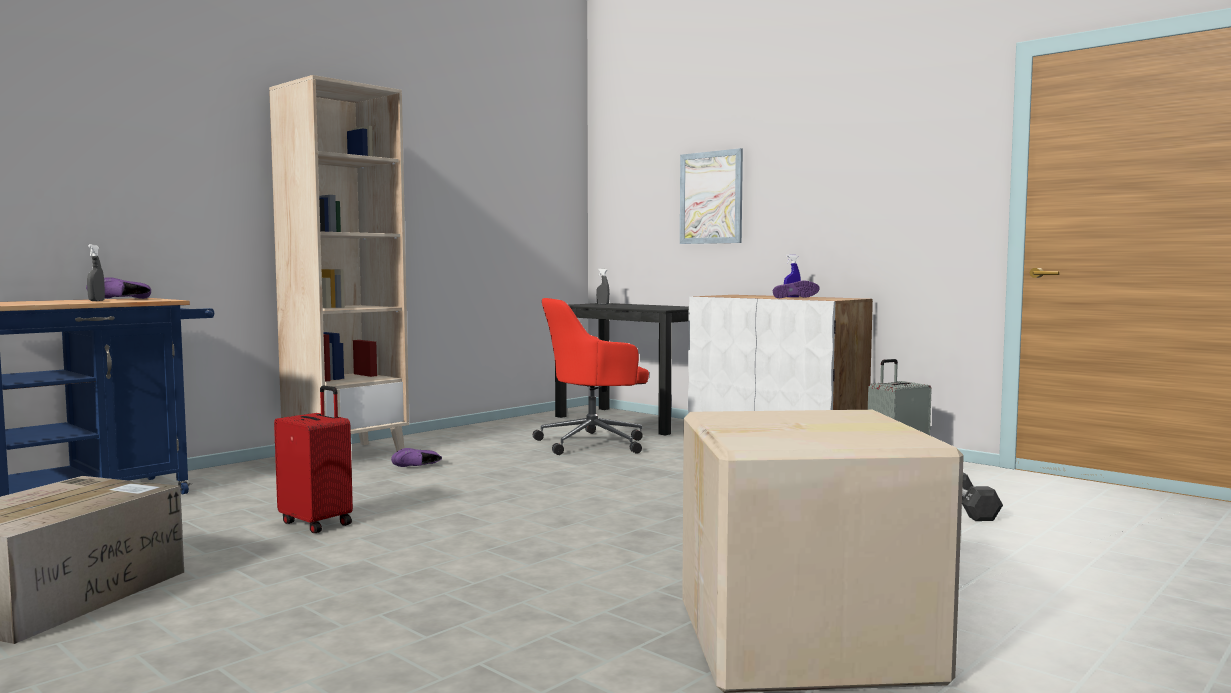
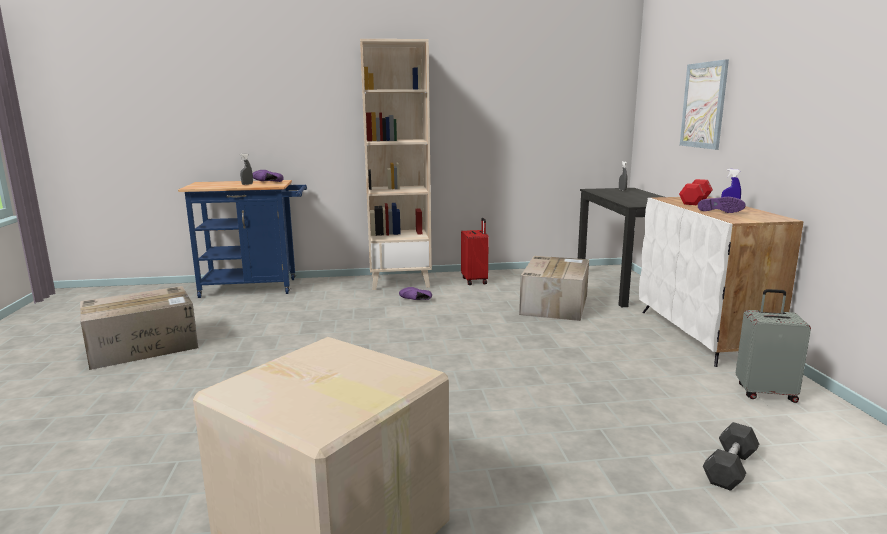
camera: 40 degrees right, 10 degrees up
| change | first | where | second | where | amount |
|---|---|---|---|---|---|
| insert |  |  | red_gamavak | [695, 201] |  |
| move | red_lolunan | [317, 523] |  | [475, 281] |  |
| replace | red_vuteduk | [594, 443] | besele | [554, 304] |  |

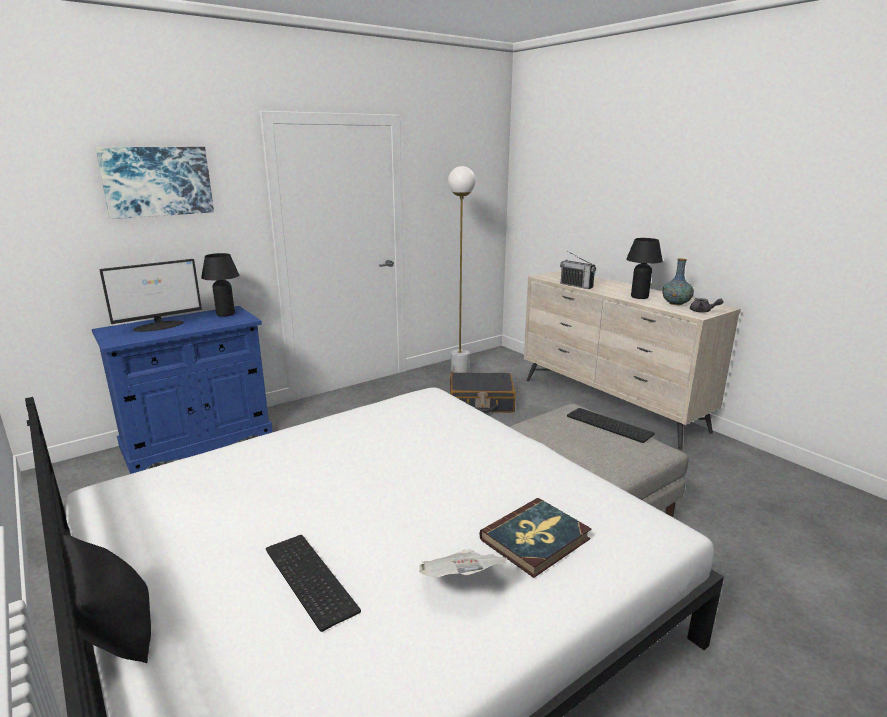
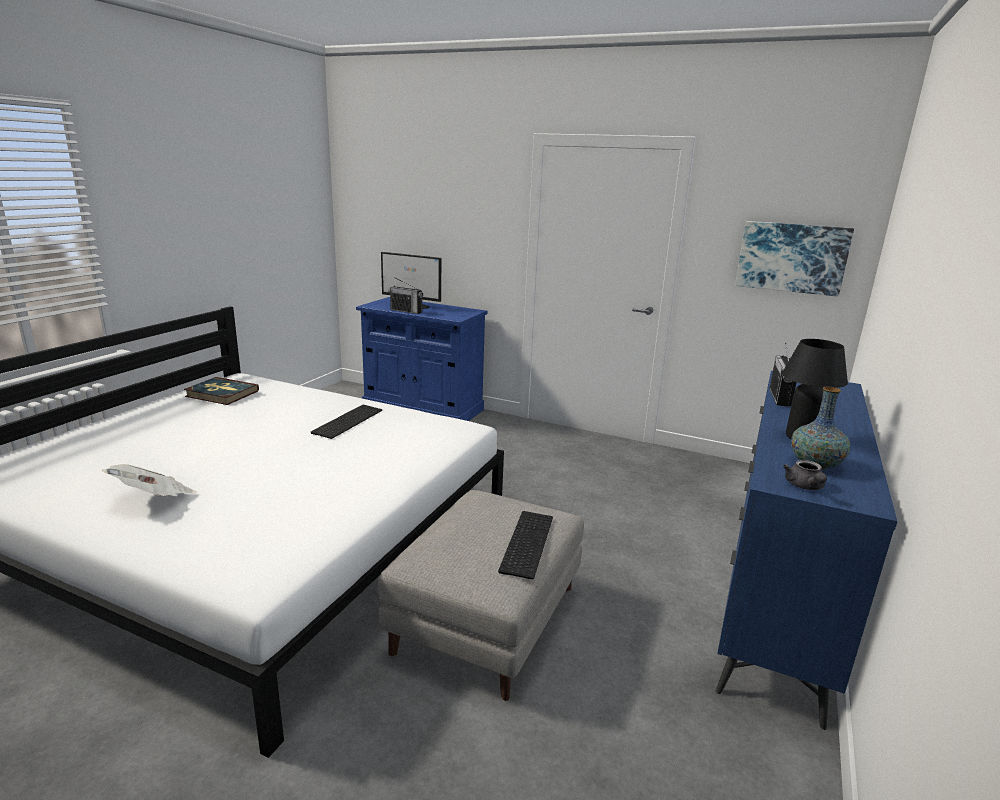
camera: 60 degrees right, 0 degrees up
| change | first | where | second | where | amount |
|---|---|---|---|---|---|
| delete | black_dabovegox | [117, 634] |  |  |  |
| delete | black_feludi | [225, 314] |  |  |  |
| delete | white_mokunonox | [459, 370] |  |  |  |
| delete | black_lolunan | [481, 402] |  |  |  |
| insert |  |  | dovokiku | [406, 311] |  |
| move | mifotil | [157, 181] |  | [791, 257] |  |
| move | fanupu | [307, 579] |  | [347, 420] |  |
| move | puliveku | [535, 539] |  | [222, 394] |  |
| recolor | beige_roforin | [610, 404] | blue_roforin | [775, 599] |  |

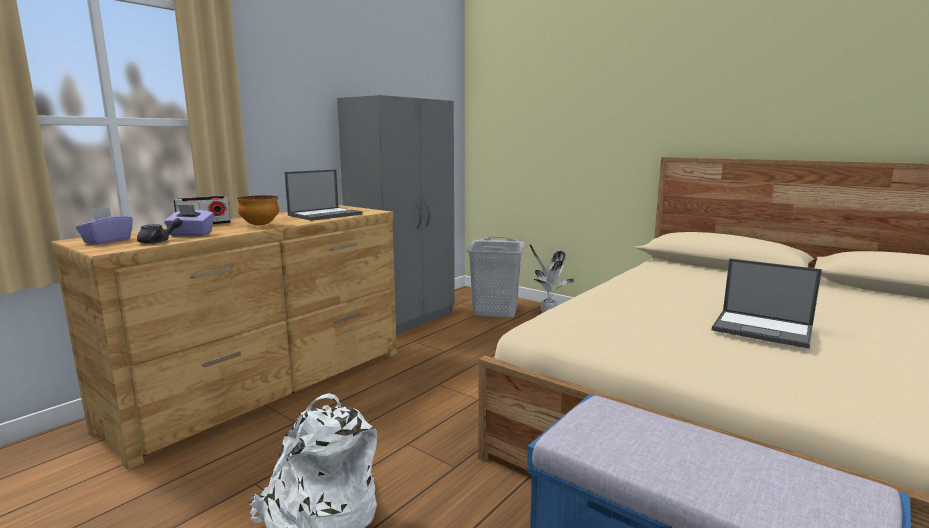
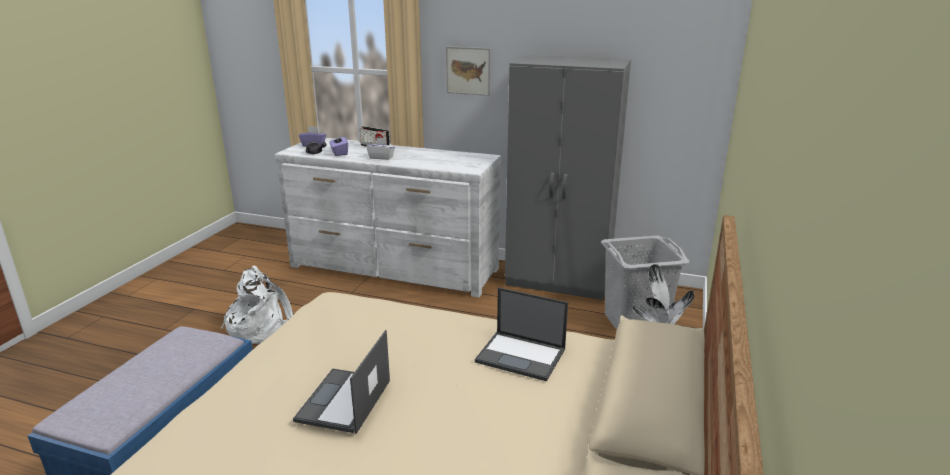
camera: 70 degrees right, 10 degrees up
| change | first | where | second | where | amount |
|---|---|---|---|---|---|
| insert |  |  | mifotil | [468, 70] |  |
| move | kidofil | [326, 214] |  | [522, 356] |  |
| replace | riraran | [260, 225] | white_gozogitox | [381, 157] |  |
| recolor | brown_roforin | [267, 386] | white_roforin | [393, 268] |  |

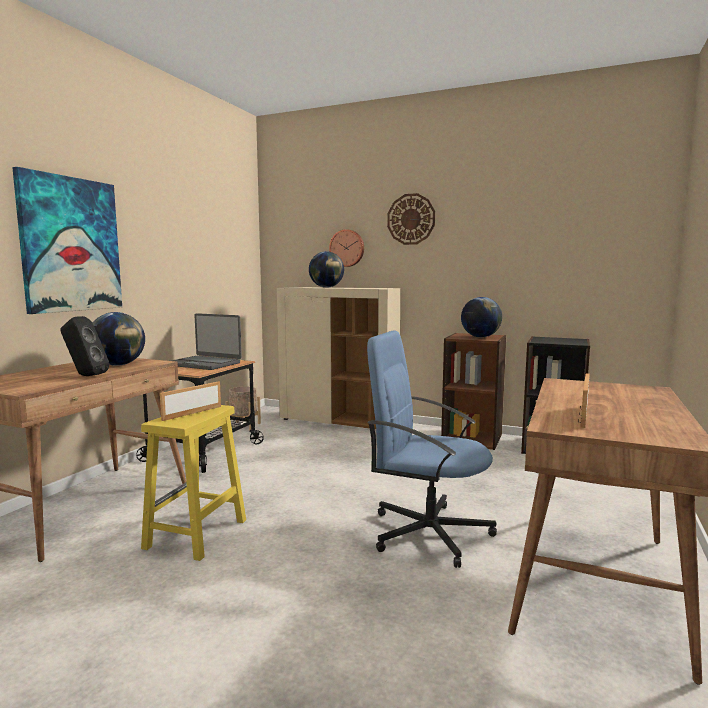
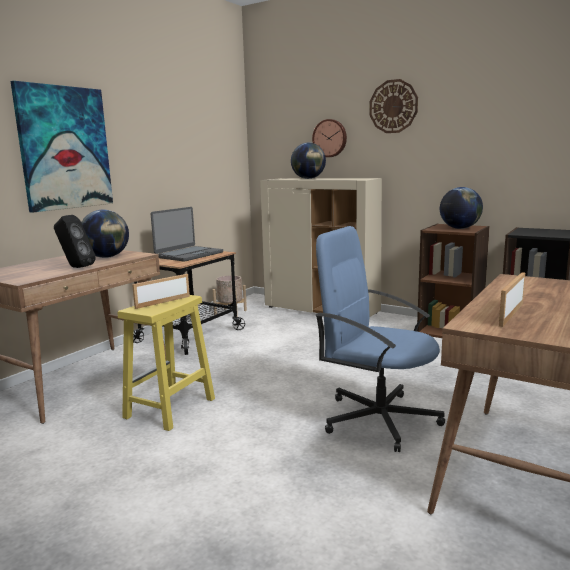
camera: 10 degrees right, 5 degrees up
| change | first | where | second | where | amount |
|---|---|---|---|---|---|
| rotate | kidofil | [204, 364] |  | [189, 255] | 90 degrees counterclockwise |

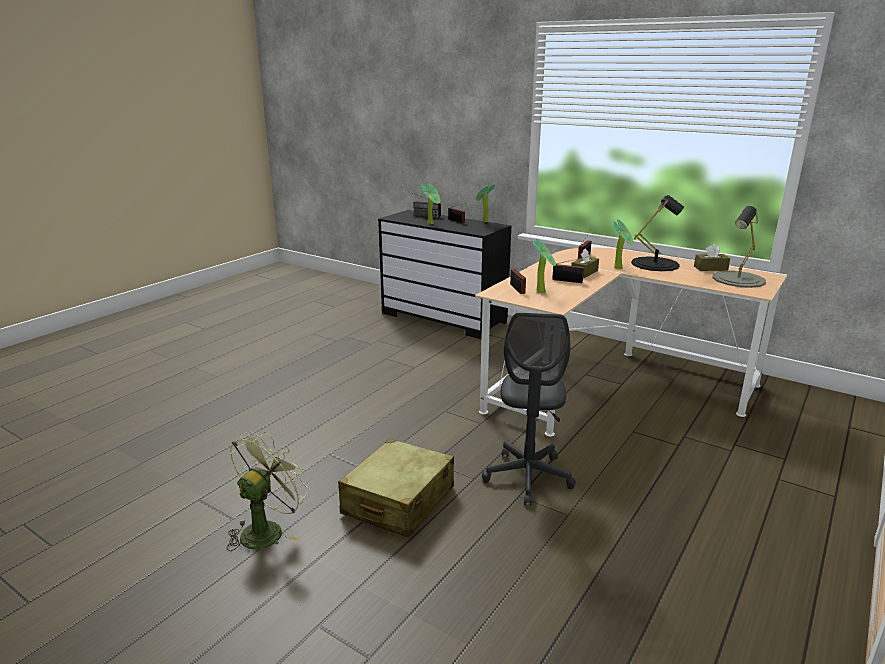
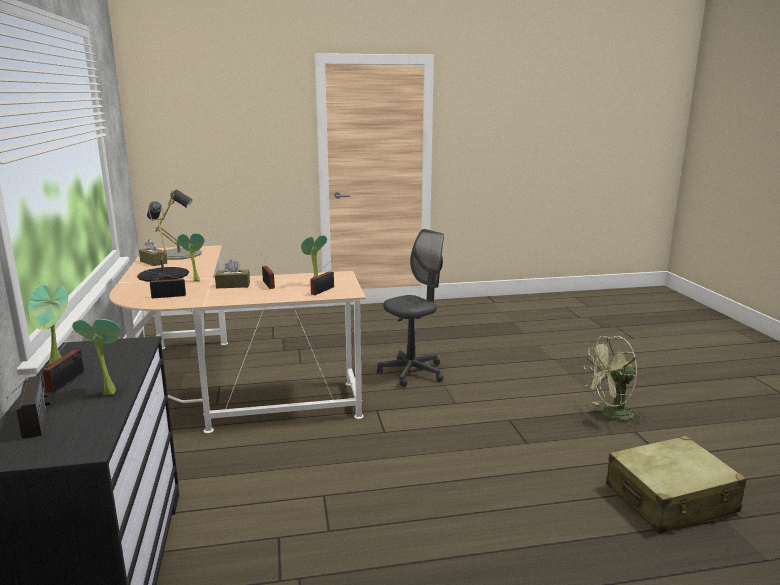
camera: 135 degrees left, 5 degrees down
| change | first | where | second | where | amount |
|---|---|---|---|---|---|
| move | beige_lolunan | [398, 501] |  | [670, 499] |  |

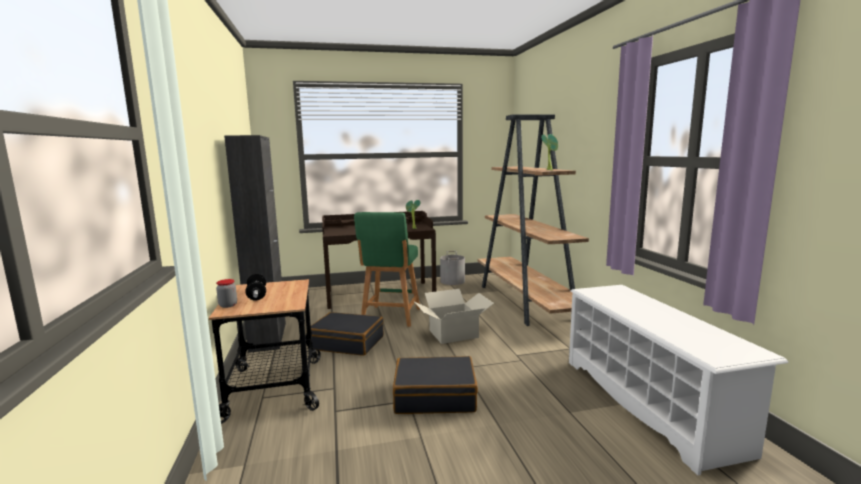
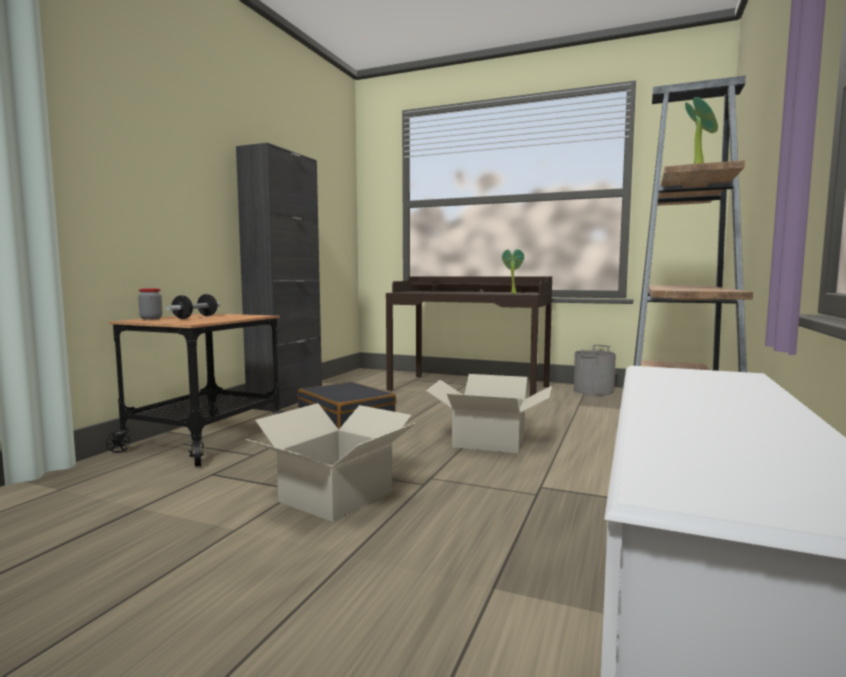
camera: 35 degrees right, 5 degrees down
| change | first | where | second | where | amount |
|---|---|---|---|---|---|
| delete | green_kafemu | [390, 317] |  |  |  |
| replace | black_lolunan | [435, 396] | besele | [335, 495] |  |

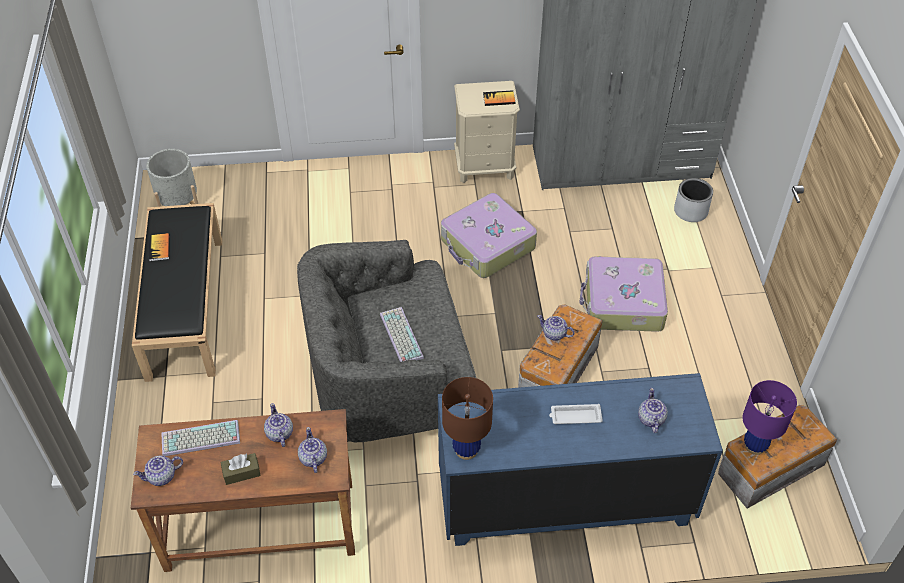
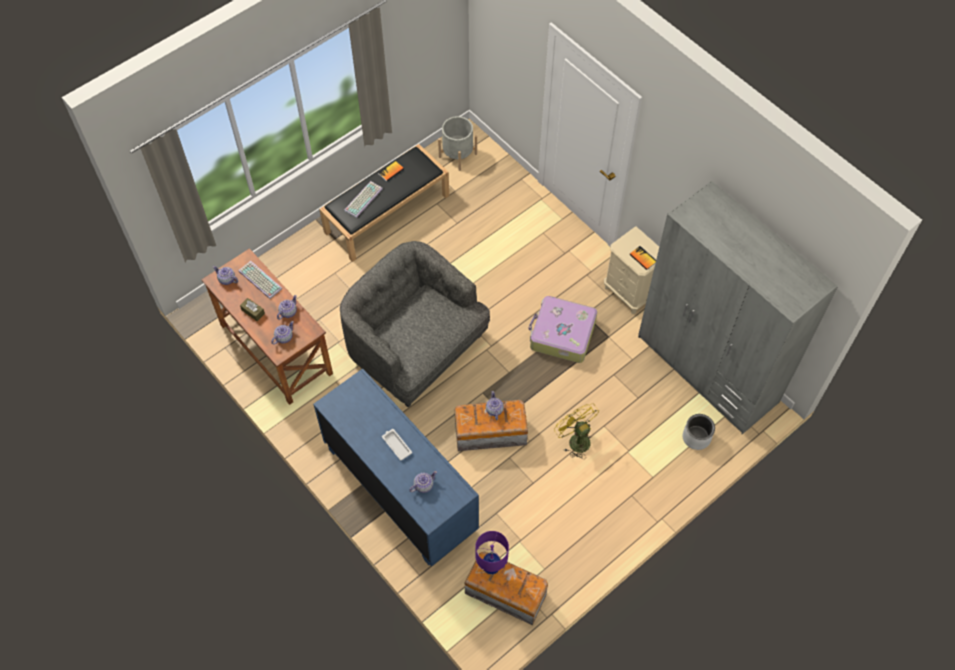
camera: 55 degrees right, 10 degrees up
| change | first | where | second | where | amount |
|---|---|---|---|---|---|
| delete | brown_feludi | [466, 449] |  |  |  |
| move | fanupu | [400, 335] |  | [363, 199] |  |
| replace | lolunan | [622, 303] | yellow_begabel | [575, 439] |  |

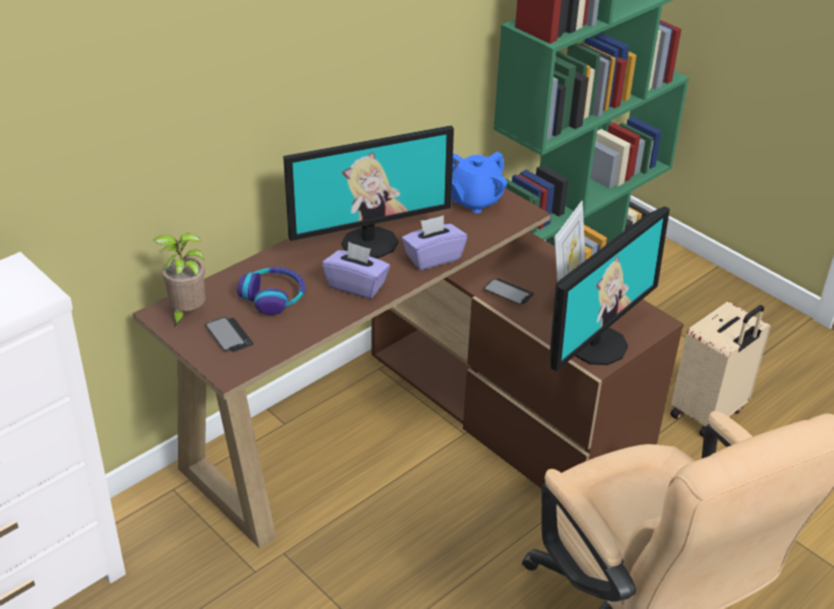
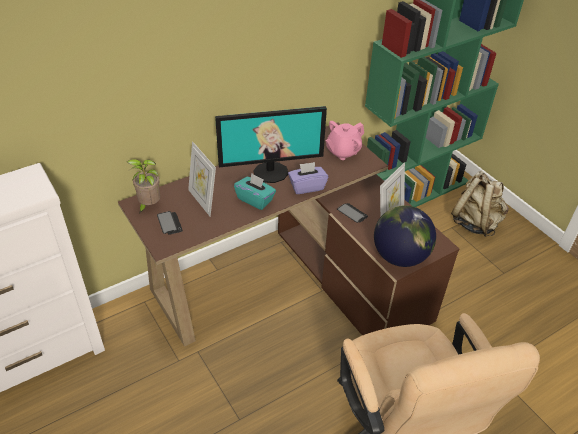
camera: 10 degrees right, 5 degrees up
| change | first | where | second | where | amount |
|---|---|---|---|---|---|
| delete | beige_lolunan | [709, 413] |  |  |  |
| insert |  |  | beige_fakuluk | [475, 222] |  |
| replace | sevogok | [273, 297] | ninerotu | [203, 201] |  |
| replace | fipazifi | [598, 345] | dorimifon | [400, 256] |  |
| recolor | purple_gozogitox | [356, 285] | turquoise_gozogitox | [255, 199] |  |
| recolor | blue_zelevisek | [474, 201] | pink_zelevisek | [342, 151] |  |

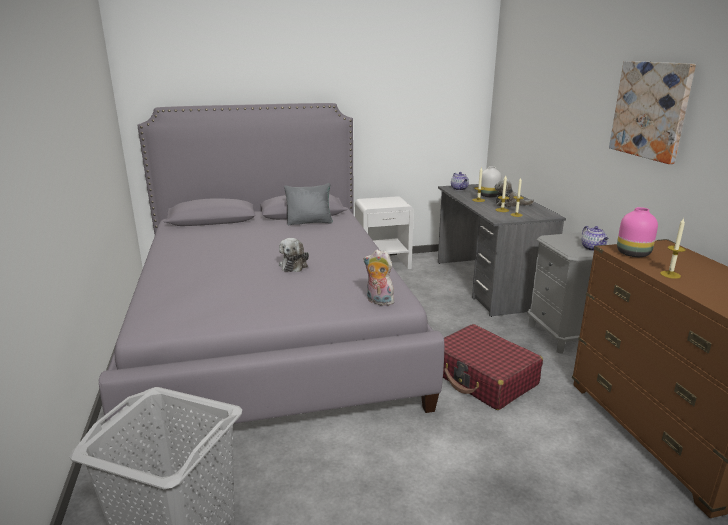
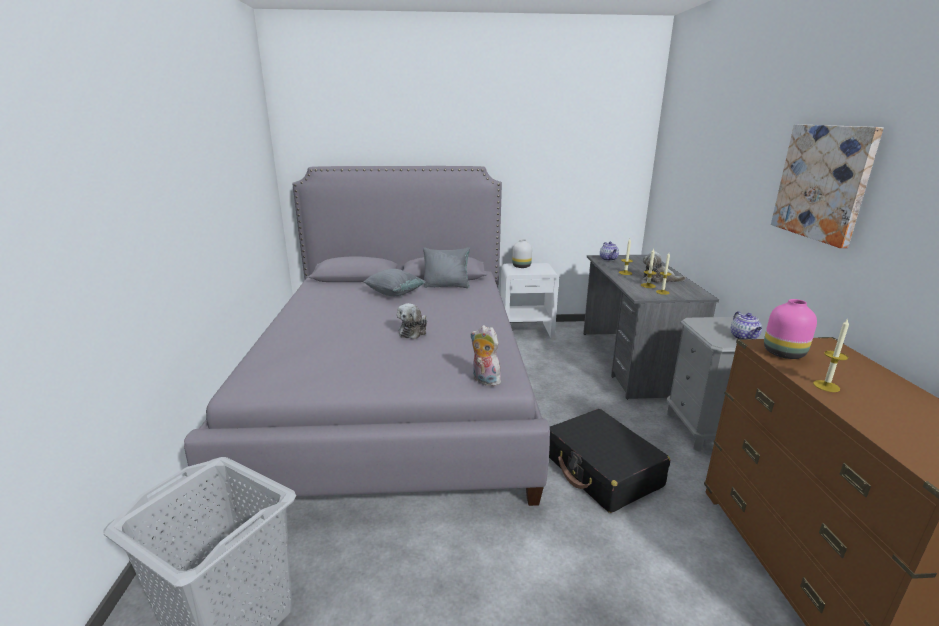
camera: 10 degrees right, 0 degrees up
| change | first | where | second | where | amount |
|---|---|---|---|---|---|
| insert |  |  | grey_dabovegox | [394, 293] |  |
| move | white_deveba | [489, 196] |  | [521, 266] |  |
| recolor | red_lolunan | [483, 378] | black_lolunan | [602, 471] |  |

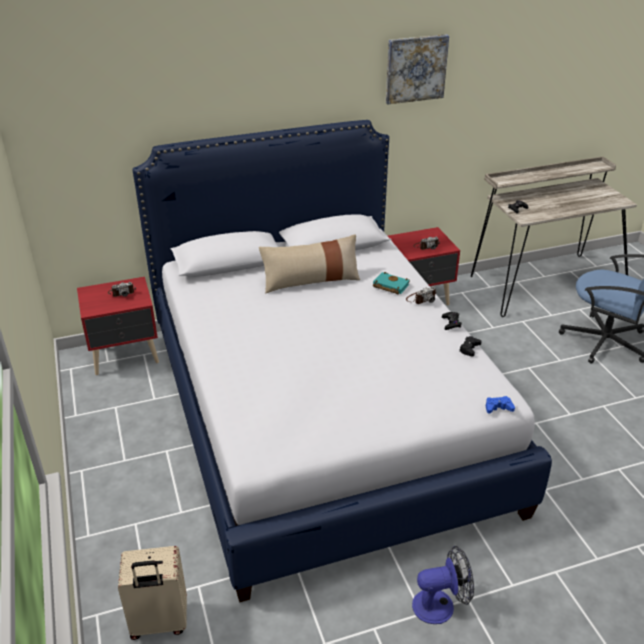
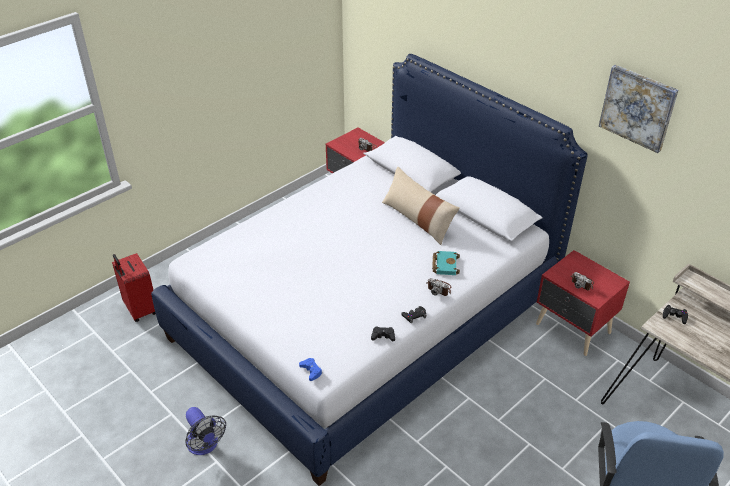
camera: 65 degrees right, 5 degrees up
| change | first | where | second | where | amount |
|---|---|---|---|---|---|
| recolor | beige_lolunan | [159, 623] | red_lolunan | [140, 310] |  |

